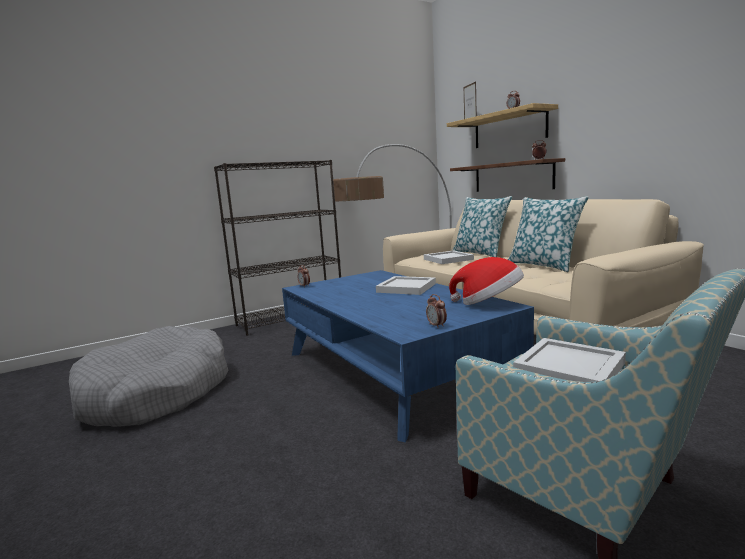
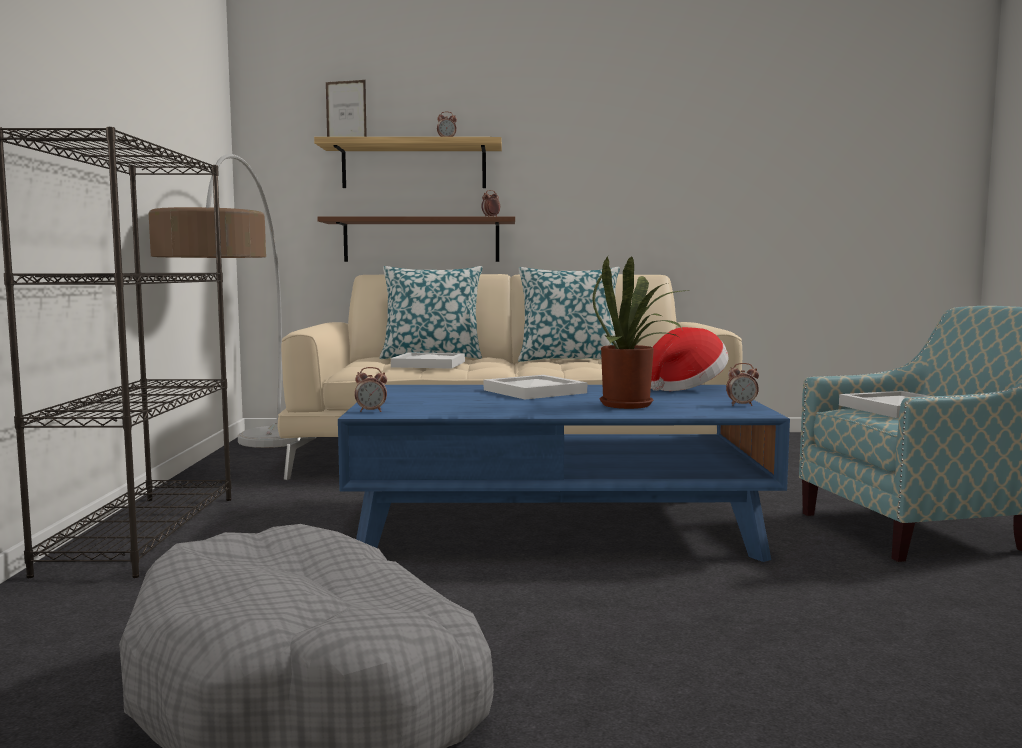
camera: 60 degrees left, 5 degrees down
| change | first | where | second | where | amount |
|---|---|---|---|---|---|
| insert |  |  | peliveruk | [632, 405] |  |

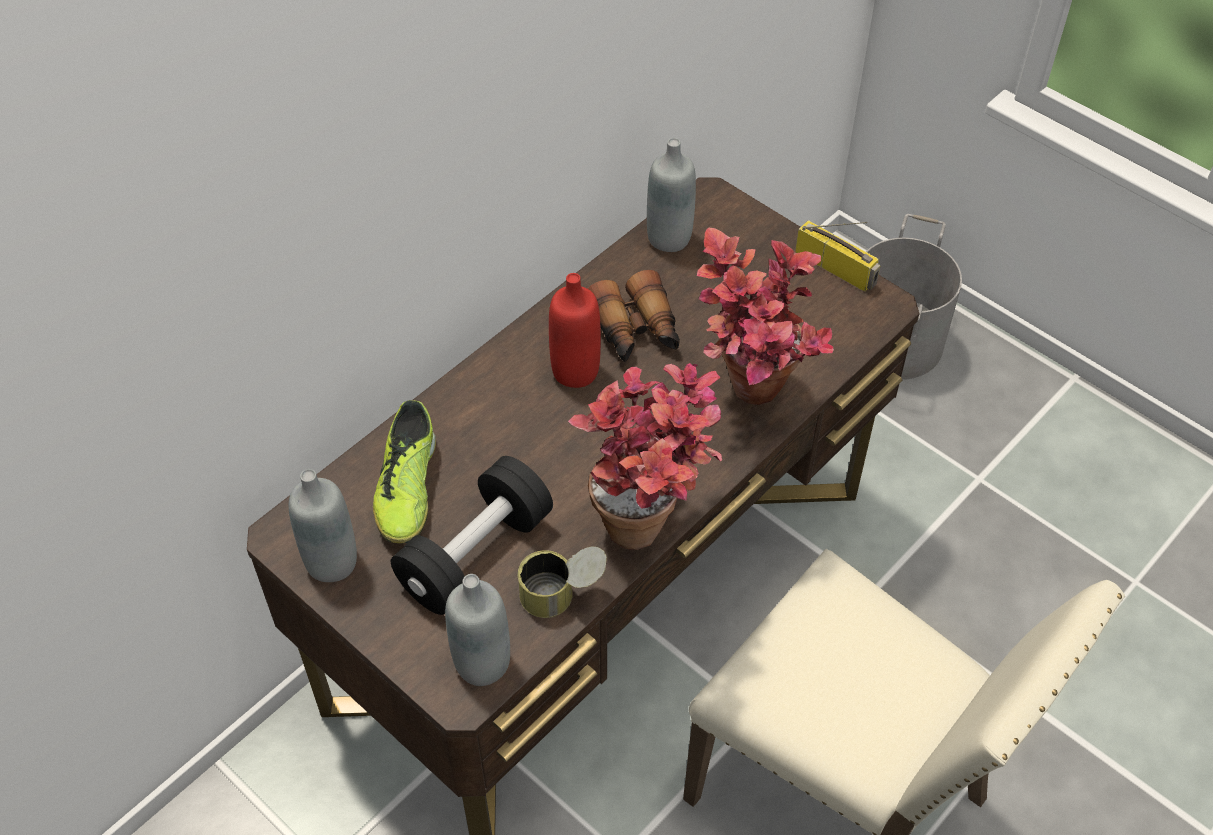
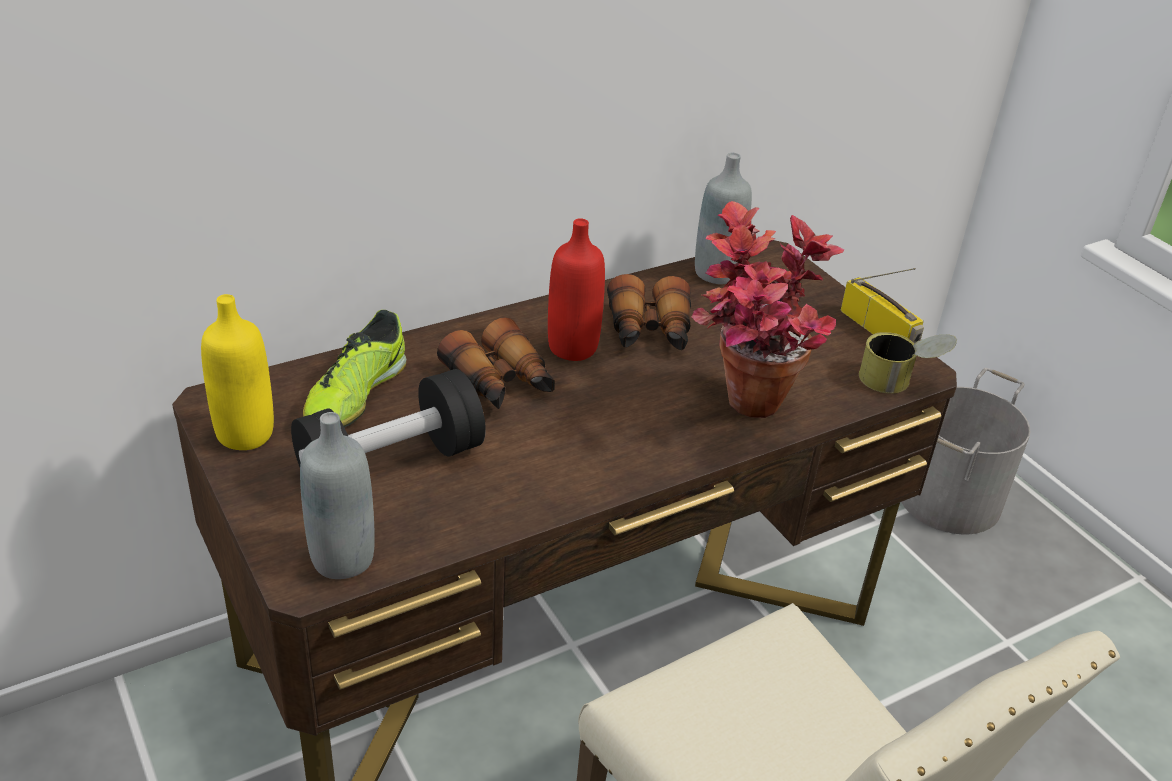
camera: 15 degrees right, 15 degrees down
| change | first | where | second | where | amount |
|---|---|---|---|---|---|
| delete | peliveruk | [651, 519] |  |  |  |
| insert |  |  | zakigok | [501, 383] |  |
| move | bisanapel | [562, 595] |  | [899, 382] |  |
| recolor | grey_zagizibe | [332, 562] | yellow_zagizibe | [245, 434] |  |

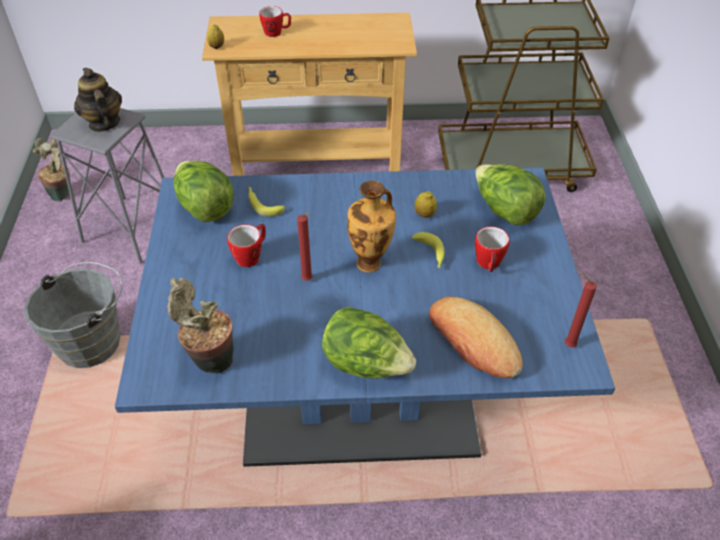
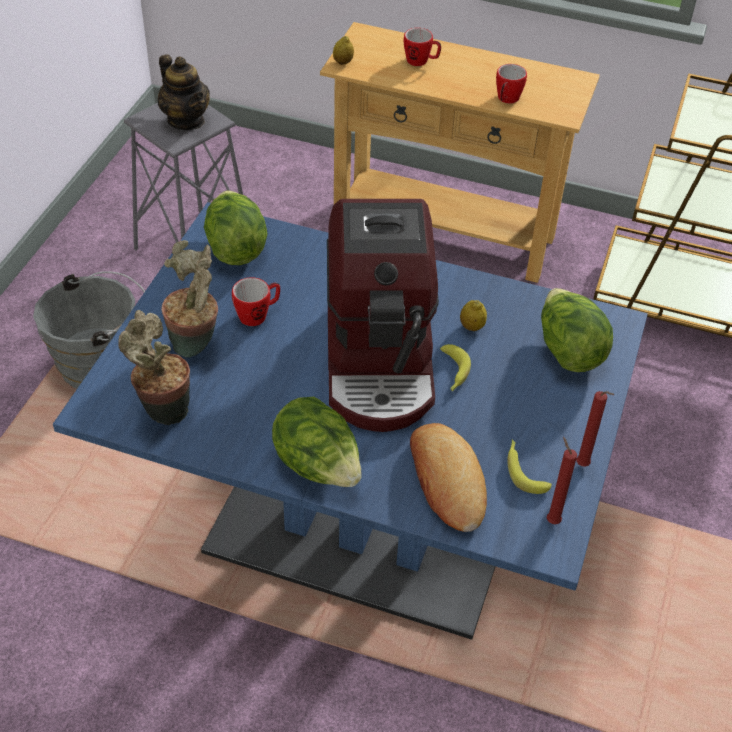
camera: 20 degrees right, 0 degrees up
| change | first | where | second | where | amount |
|---|---|---|---|---|---|
| move | peliveruk | [63, 193] |  | [196, 344] |  |
| move | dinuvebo | [262, 204] |  | [523, 470] |  |
| move | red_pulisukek | [308, 280] |  | [584, 466] |  |
| move | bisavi | [488, 265] |  | [506, 100] |  |
| replace | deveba | [370, 263] | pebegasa | [381, 362] |  |
| rotate | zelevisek | [104, 123] |  | [186, 120] | 150 degrees clockwise |

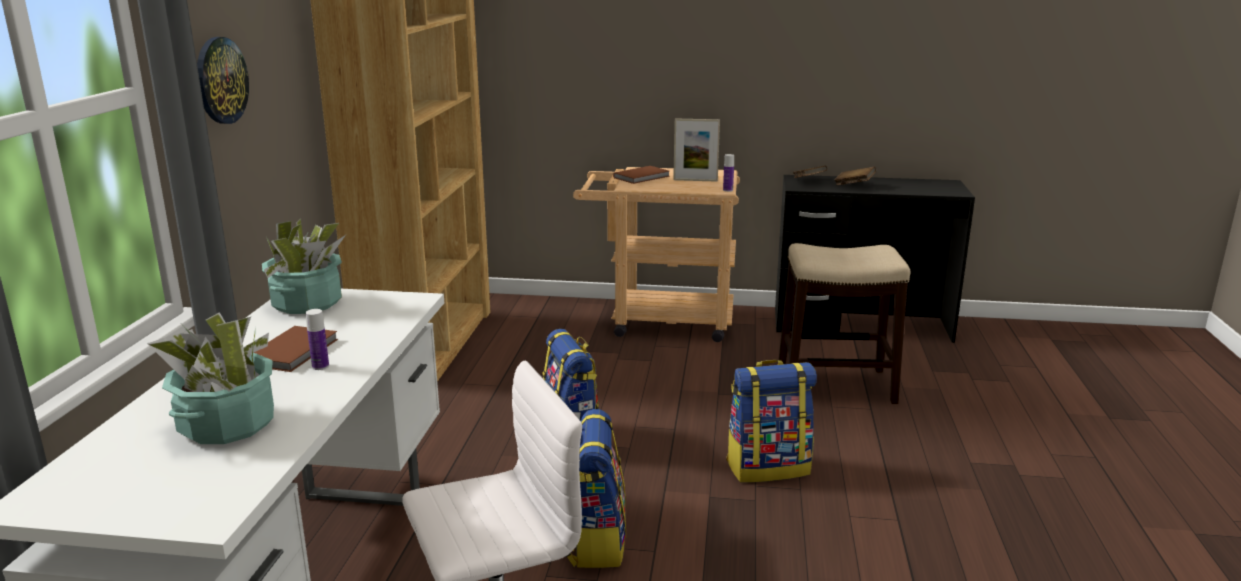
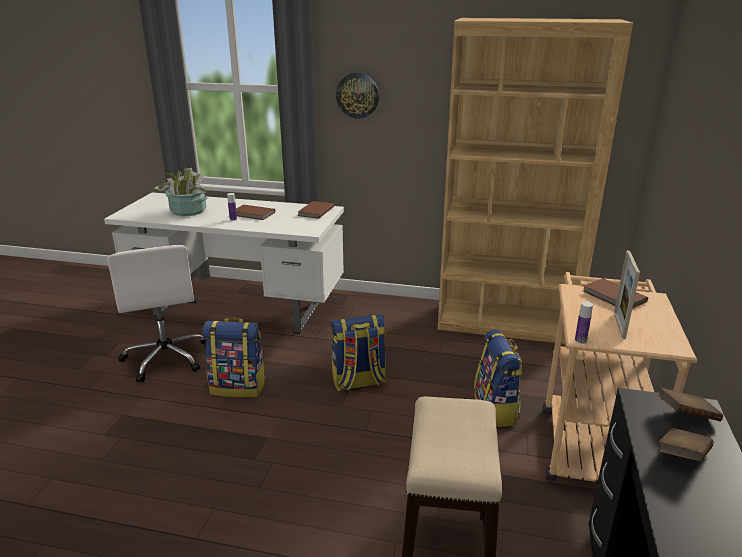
camera: 95 degrees right, 5 degrees up
| change | first | where | second | where | amount |
|---|---|---|---|---|---|
| move | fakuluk | [768, 467] |  | [496, 410] |  |
| replace | peliveruk | [307, 303] | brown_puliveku | [315, 211] |  |

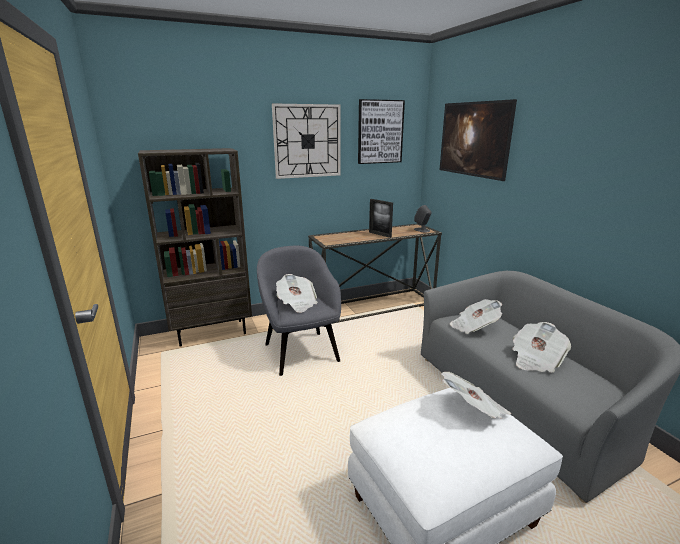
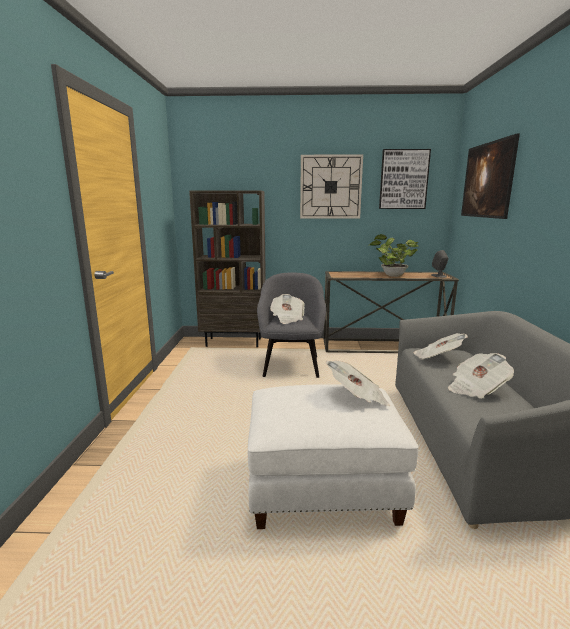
camera: 25 degrees right, 5 degrees down
| change | first | where | second | where | amount |
|---|---|---|---|---|---|
| replace | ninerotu | [380, 234] | peliveruk | [391, 275] |  |

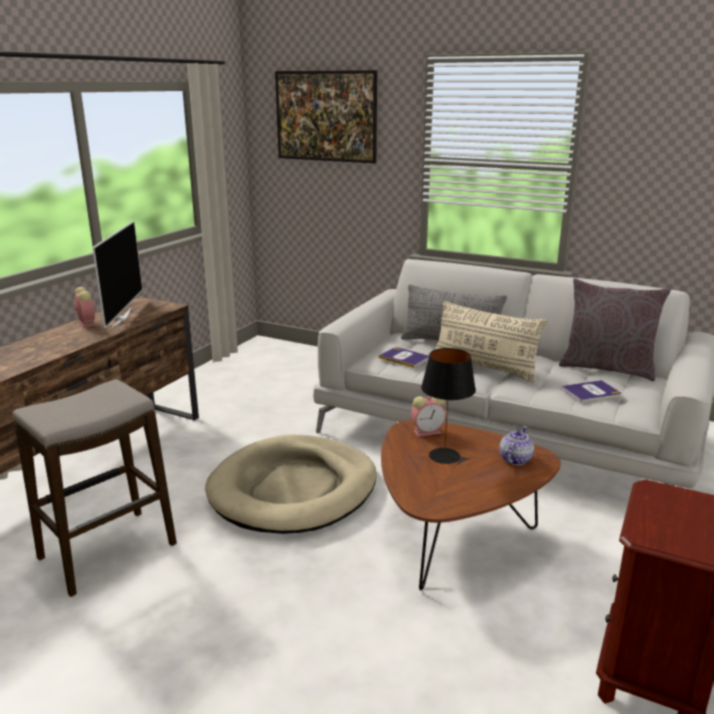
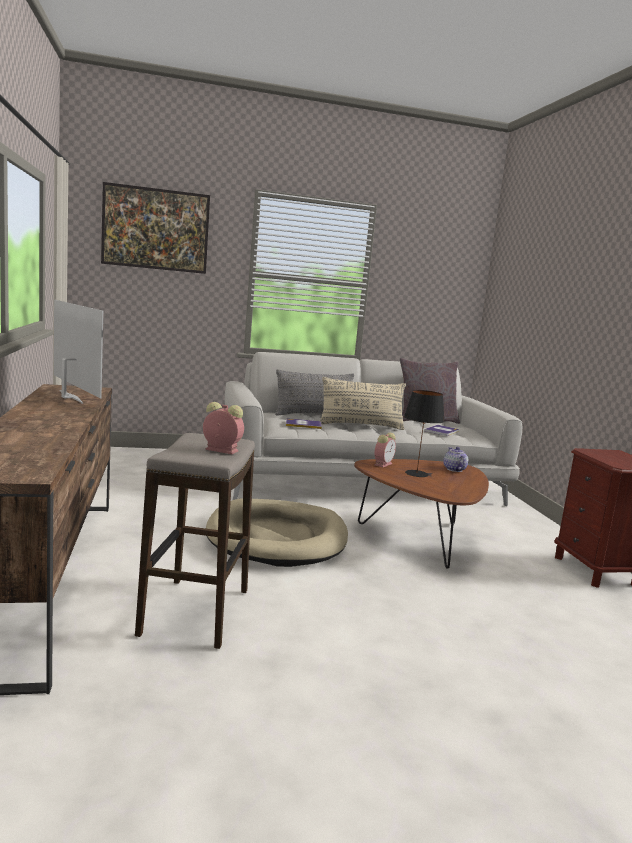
camera: 40 degrees left, 10 degrees down
| change | first | where | second | where | amount |
|---|---|---|---|---|---|
| move | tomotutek | [86, 323] |  | [220, 450] |  |

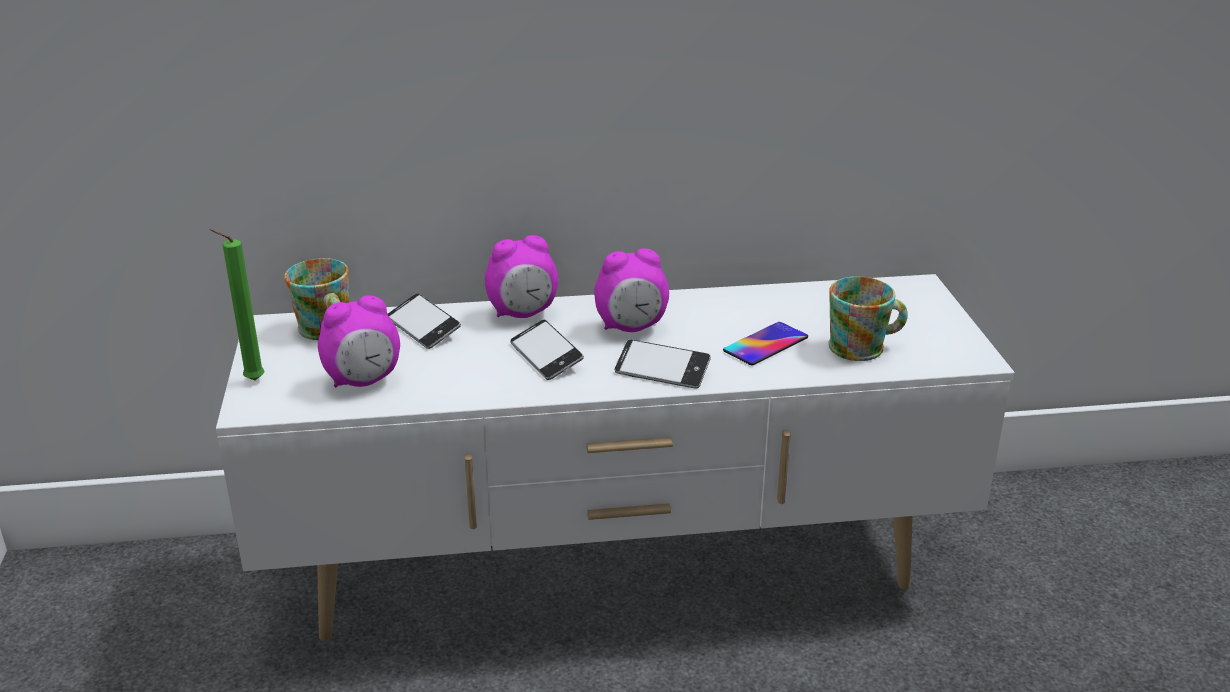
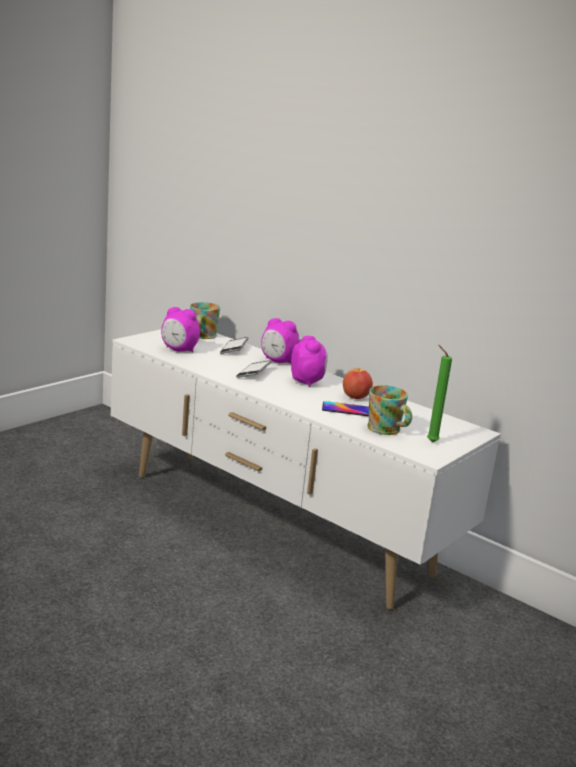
camera: 45 degrees right, 10 degrees down
| change | first | where | second | where | amount |
|---|---|---|---|---|---|
| delete | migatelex | [662, 371] |  |  |  |
| insert |  |  | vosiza | [355, 397] |  |
| move | green_pulisukek | [251, 381] |  | [430, 441] |  |
| rotate | tomotutek | [631, 328] |  | [307, 382] | 135 degrees counterclockwise |

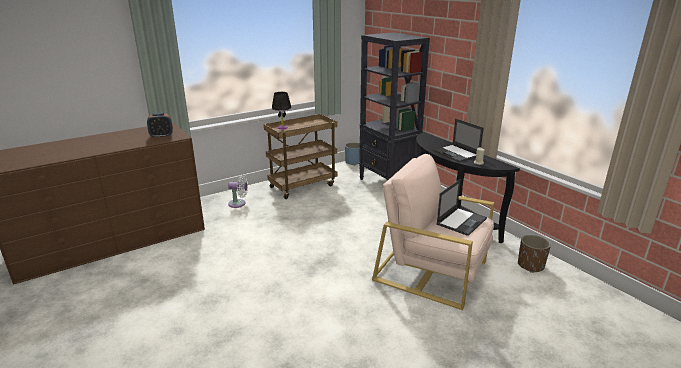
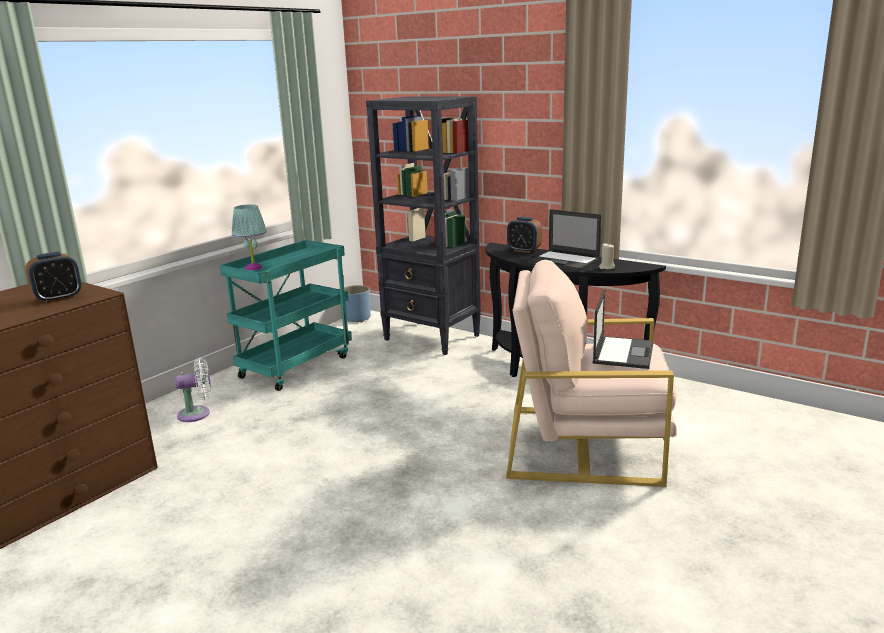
camera: 20 degrees left, 5 degrees down
| change | first | where | second | where | amount |
|---|---|---|---|---|---|
| delete | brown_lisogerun | [530, 265] |  |  |  |
| insert |  |  | tomotutek | [524, 250] |  |
| recolor | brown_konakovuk | [303, 186] | turquoise_konakovuk | [296, 366] |  |
| recolor | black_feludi | [282, 128] | turquoise_feludi | [254, 267] |  |

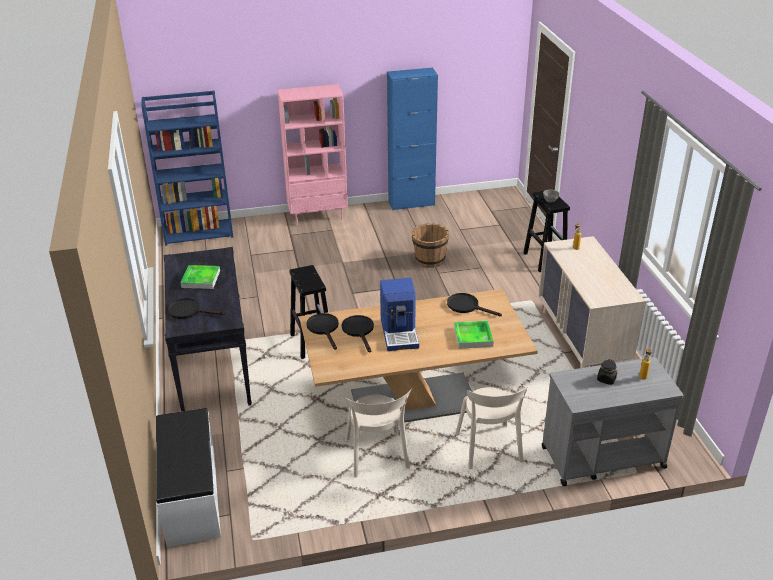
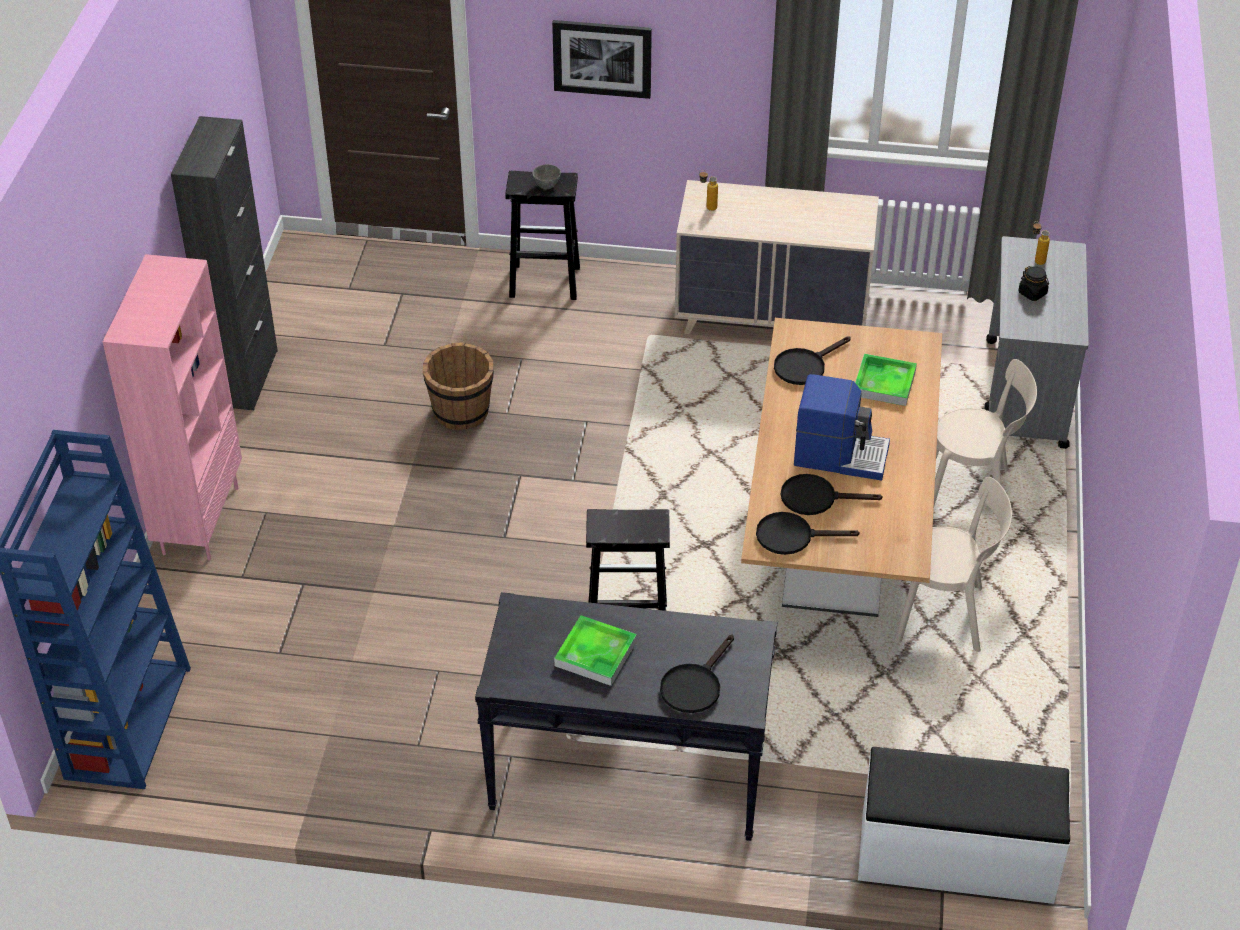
camera: 70 degrees left, 10 degrees up
| change | first | where | second | where | amount |
|---|---|---|---|---|---|
| insert |  |  | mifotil | [602, 58] |  |
| recolor | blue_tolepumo | [411, 203] | black_tolepumo | [246, 378] |  |

